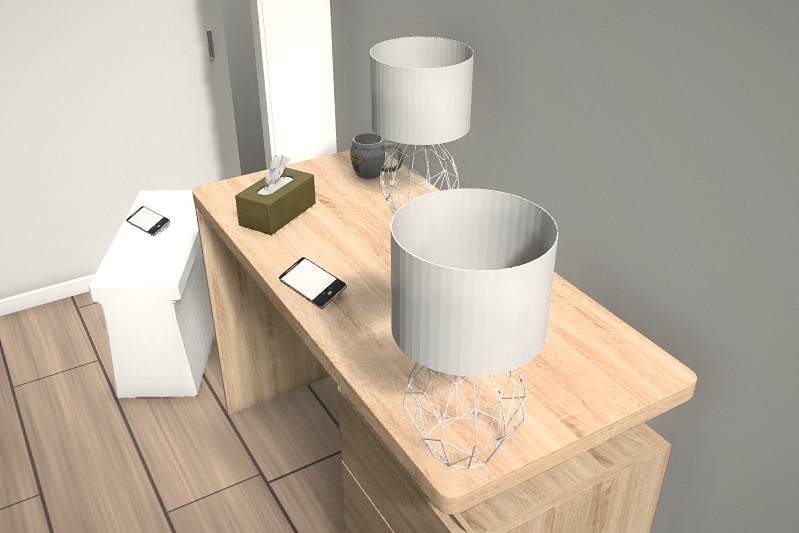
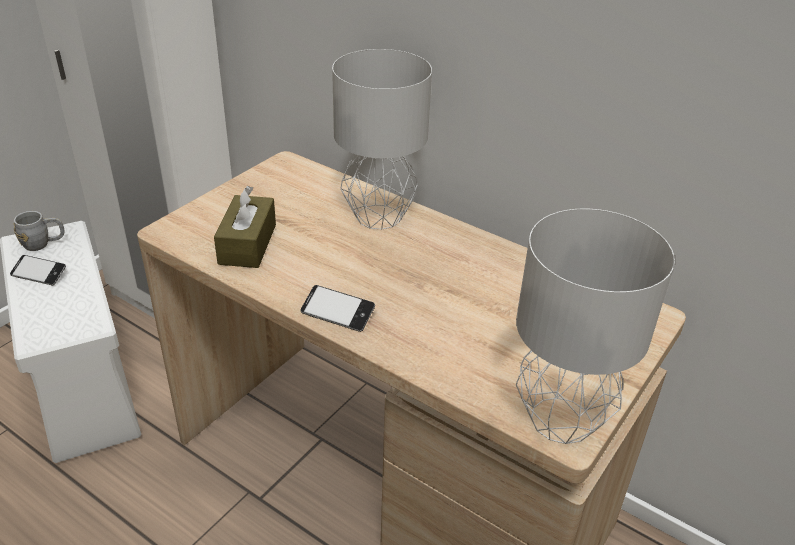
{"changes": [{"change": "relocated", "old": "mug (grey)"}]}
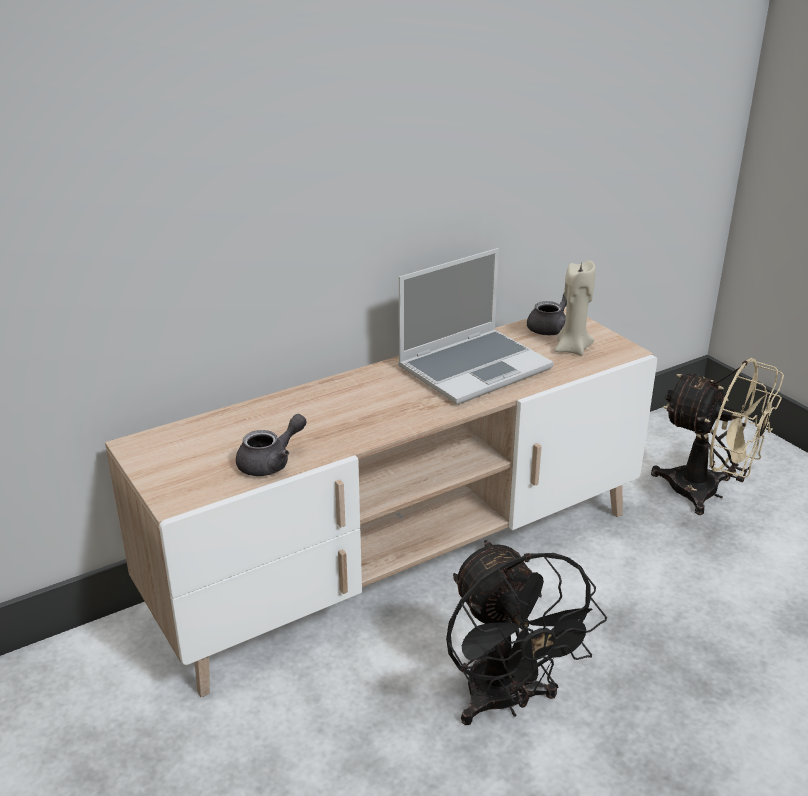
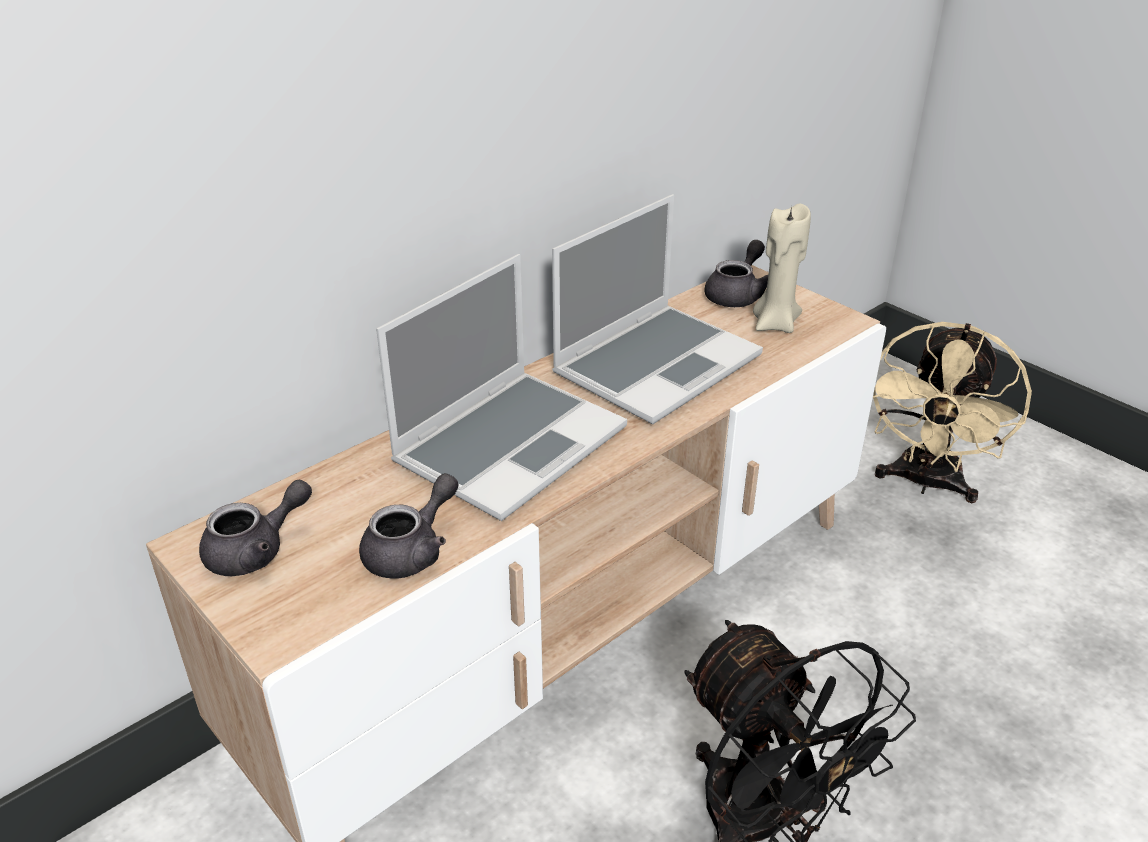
{"changes": [{"change": "appeared", "new": "tea pot (grey) (no. 1 from left)"}, {"change": "appeared", "new": "portable computer (no. 1 from left)"}, {"change": "spun", "old": "electric fan (beige-coloured)", "degrees": 90}]}
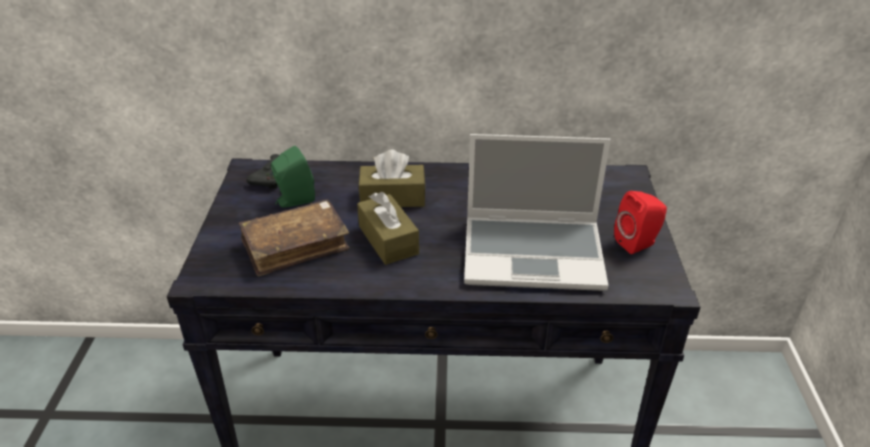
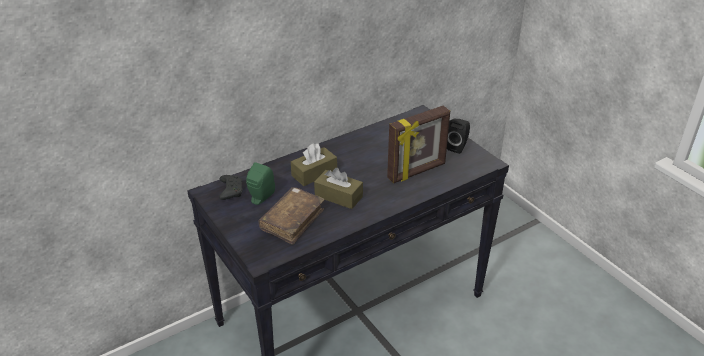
{"changes": [{"change": "exchanged", "old": "portable computer", "new": "photo frame"}, {"change": "colour", "old": "speaker (red-coloured)", "new": "speaker (black)"}]}
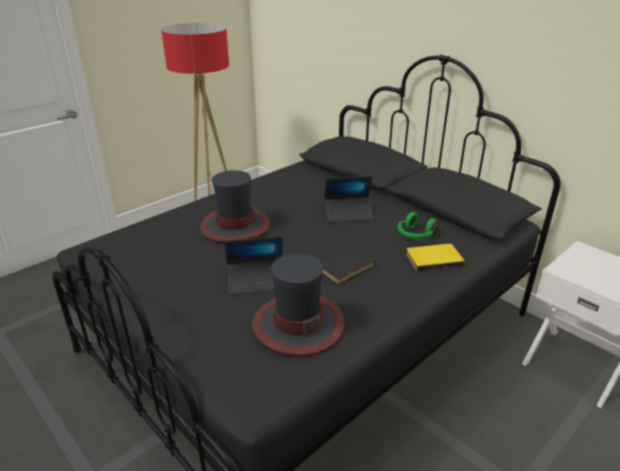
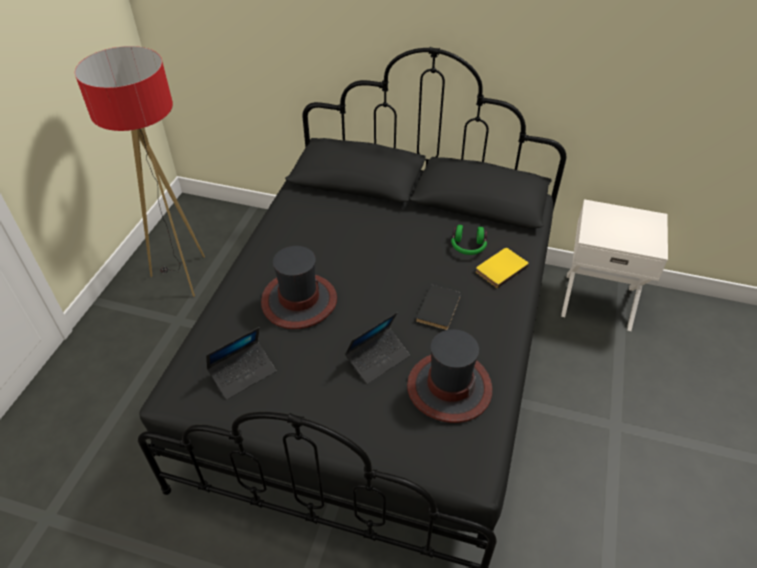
{"changes": [{"change": "relocated", "old": "portable computer (no. 2 from left in the first image)", "new": "portable computer (no. 1 from left)"}]}
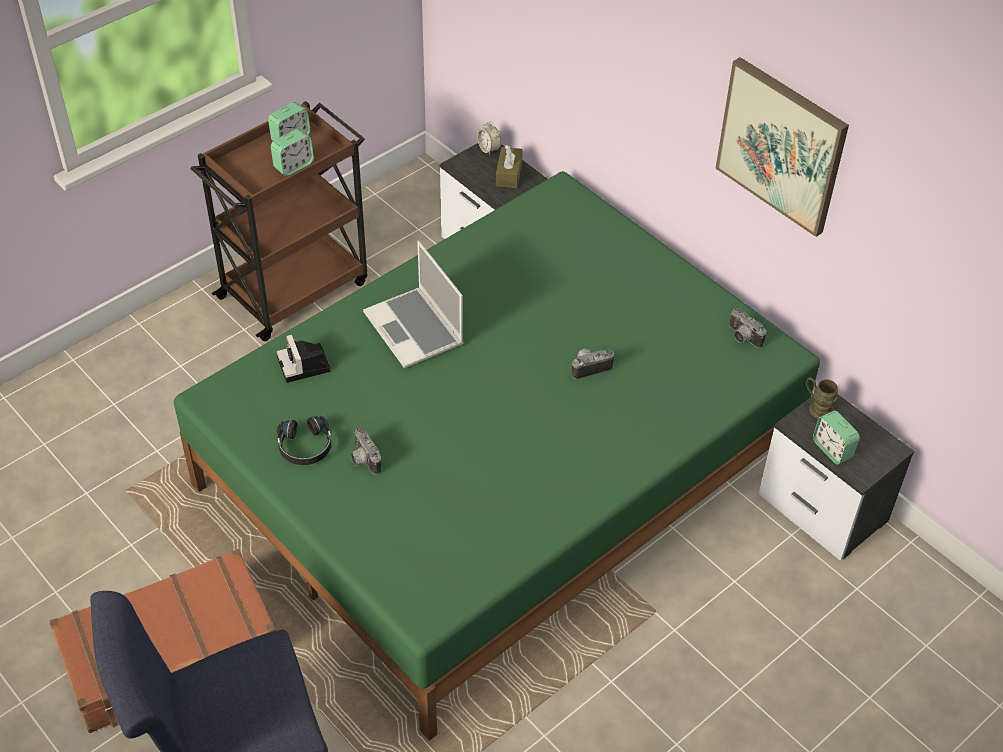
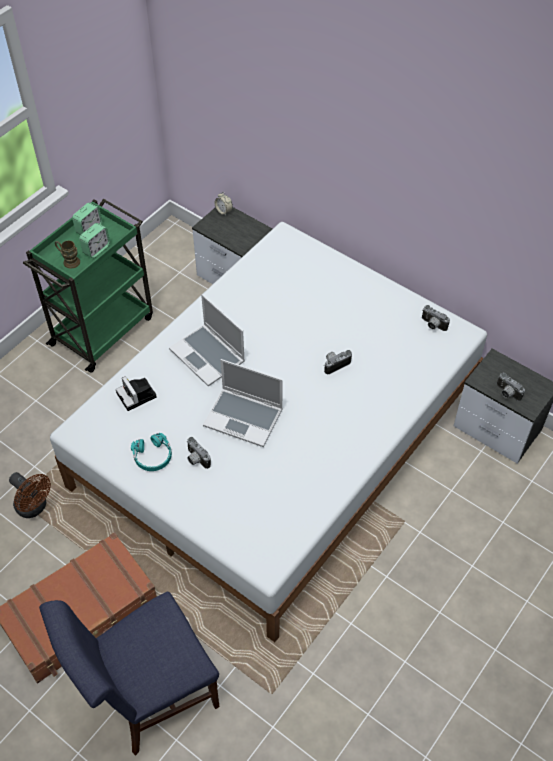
{"changes": [{"change": "appeared", "new": "electric fan (brown)"}, {"change": "colour", "old": "wheeled cart (brown)", "new": "wheeled cart (greenish)"}, {"change": "colour", "old": "bedroom bed (greenish)", "new": "bedroom bed (white)"}, {"change": "relocated", "old": "mug (brown)"}, {"change": "colour", "old": "pair of headphones (black)", "new": "pair of headphones (blue-green)"}, {"change": "appeared", "new": "portable computer (no. 2 from left)"}, {"change": "exchanged", "old": "bedside clock (no. 4 from left)", "new": "photo camera (no. 5 from left)"}, {"change": "missing", "old": "tissue holder (brown)"}, {"change": "missing", "old": "wall picture"}]}
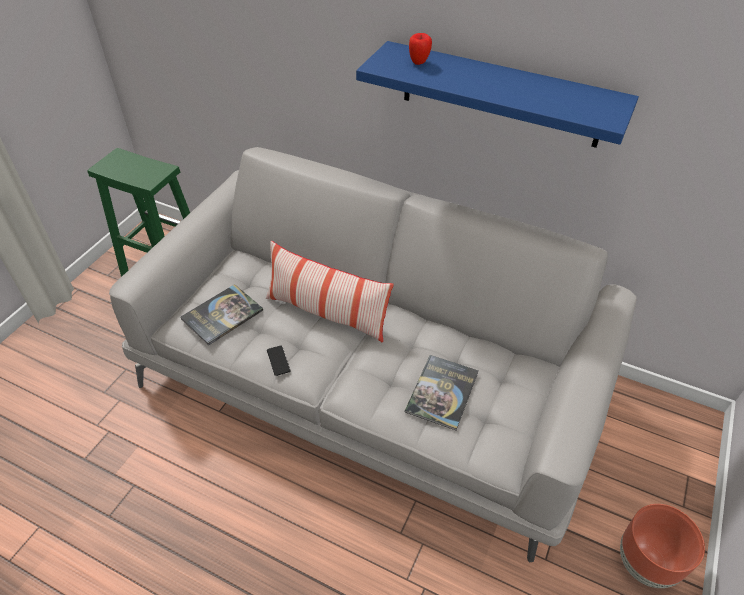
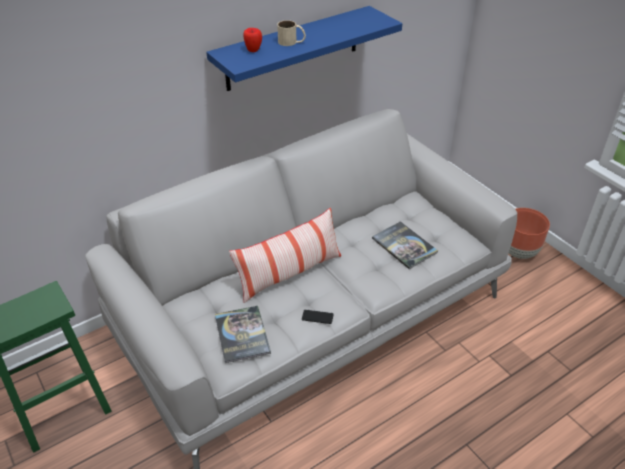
{"changes": [{"change": "appeared", "new": "mug (beige-coloured)"}]}
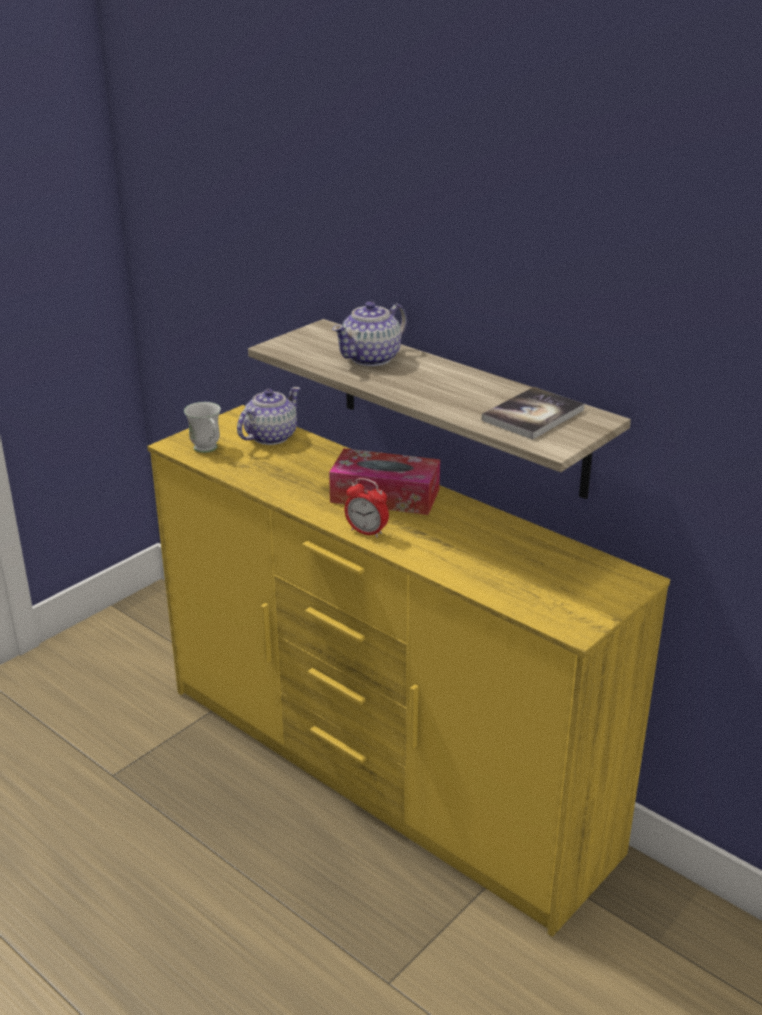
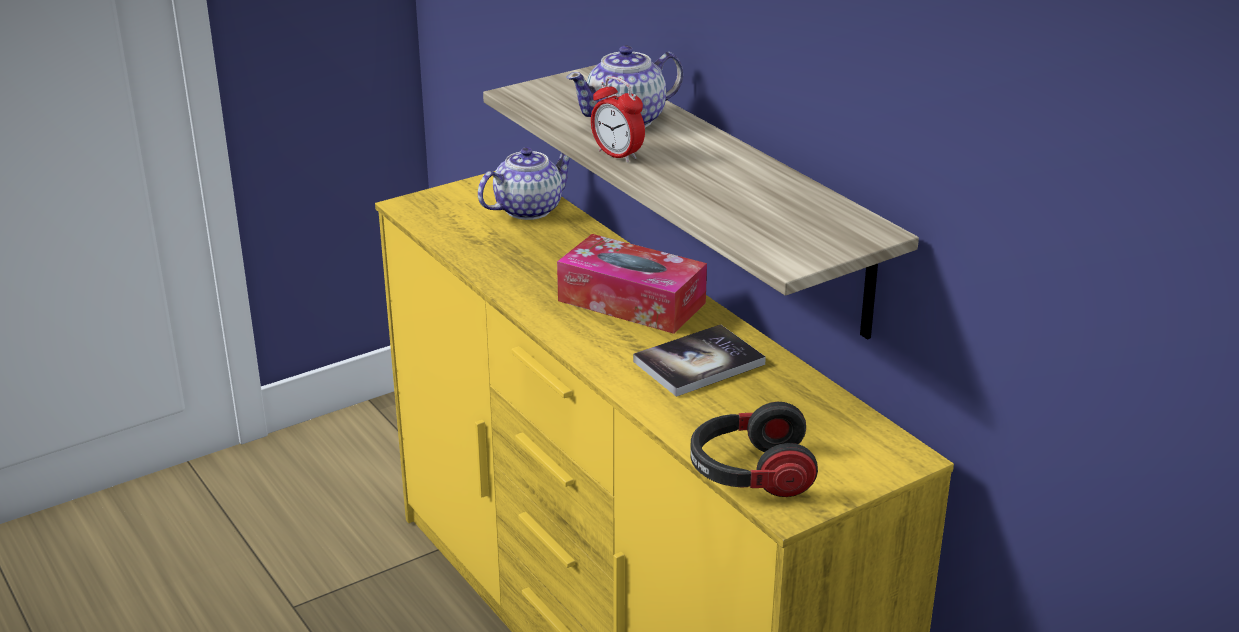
{"changes": [{"change": "relocated", "old": "bedside clock"}, {"change": "relocated", "old": "volume"}, {"change": "appeared", "new": "pair of headphones"}, {"change": "missing", "old": "mug (white)"}]}
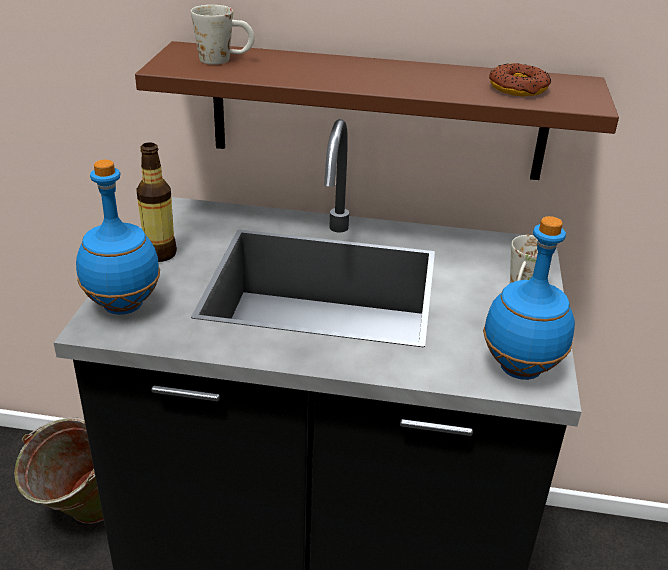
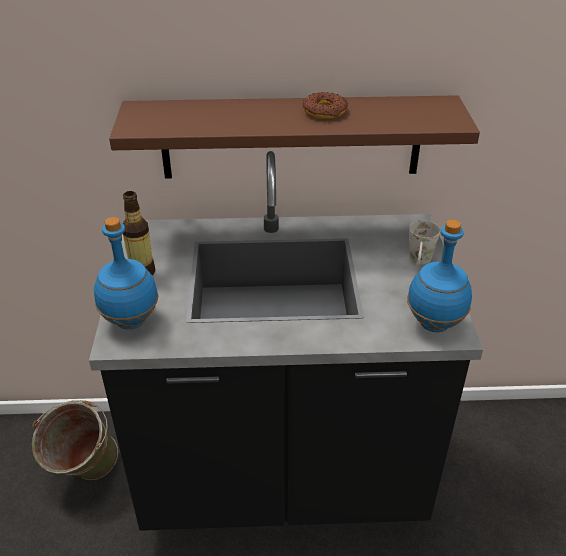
{"changes": [{"change": "relocated", "old": "doughnut"}, {"change": "missing", "old": "mug (white) (no. 1 from left)"}]}
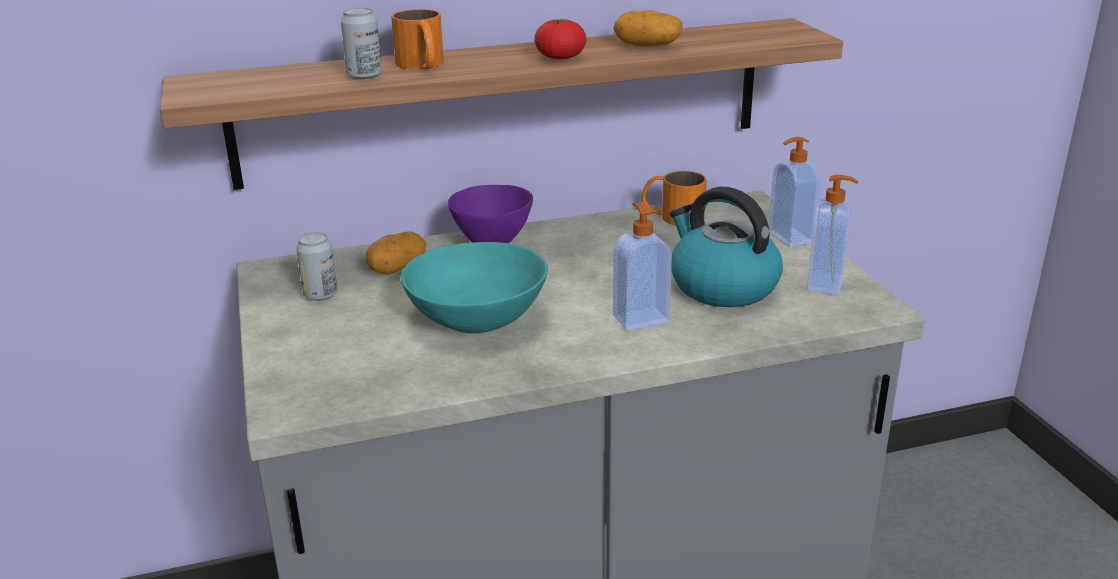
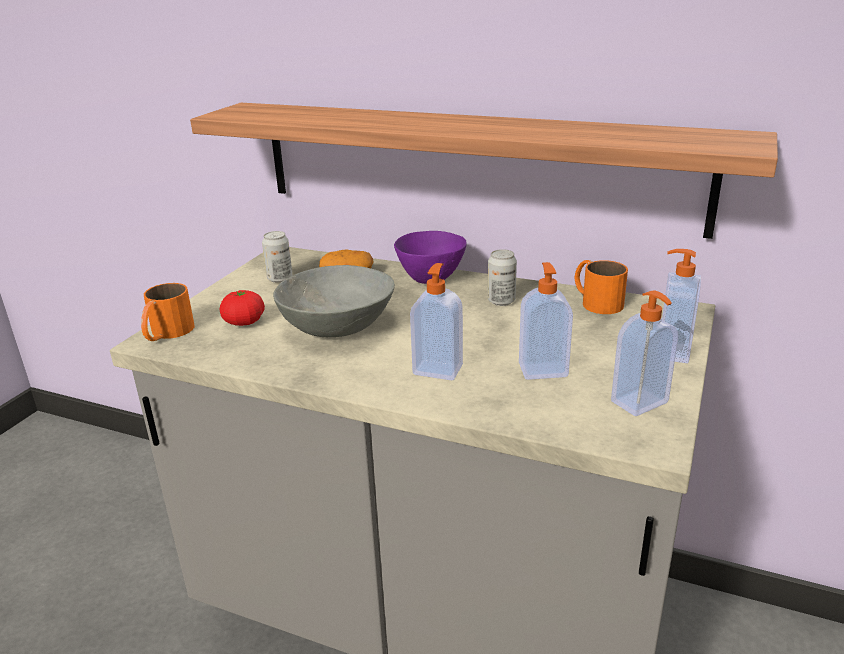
{"changes": [{"change": "relocated", "old": "mug (orange) (no. 1 from left)"}, {"change": "relocated", "old": "fresh tomato"}, {"change": "colour", "old": "bowl (blue-green)", "new": "bowl (grey)"}, {"change": "relocated", "old": "metal can (no. 2 from left)"}, {"change": "exchanged", "old": "tea kettle", "new": "soap dispenser (no. 2 from left)"}, {"change": "missing", "old": "whole potato (no. 2 from left)"}]}
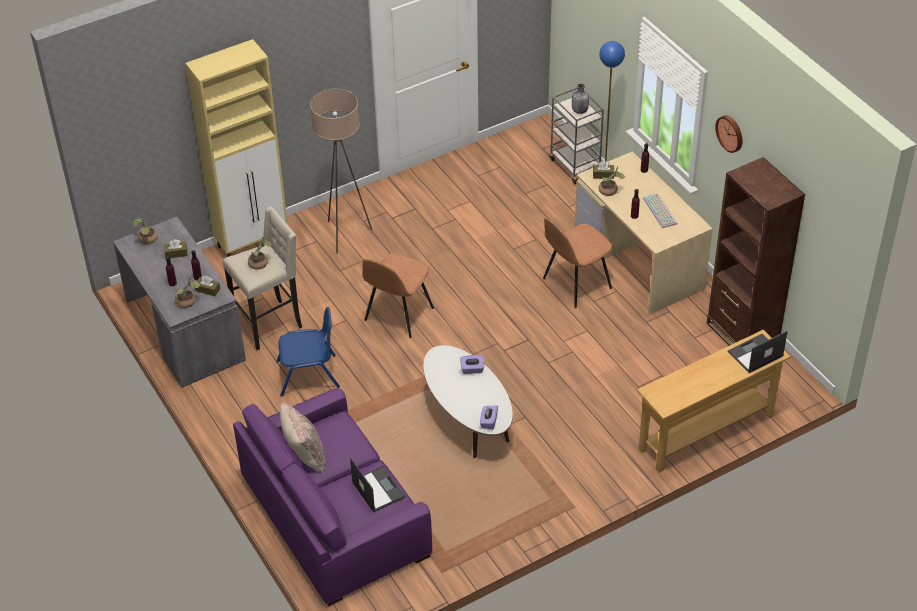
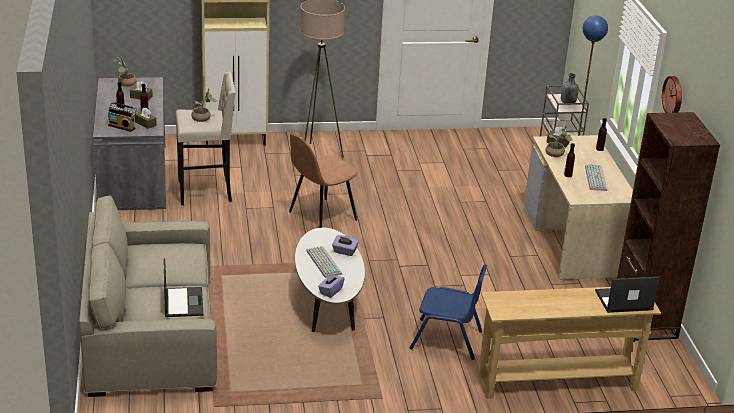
{"changes": [{"change": "colour", "old": "settee (purple)", "new": "settee (beige-coloured)"}, {"change": "exchanged", "old": "houseplant (no. 2 from left)", "new": "radio set"}, {"change": "appeared", "new": "PC keyboard (no. 1 from left)"}, {"change": "relocated", "old": "upright chair (blue)"}, {"change": "missing", "old": "pillow (beige-coloured)"}, {"change": "missing", "old": "upright chair (brown) (no. 2 from left)"}]}
